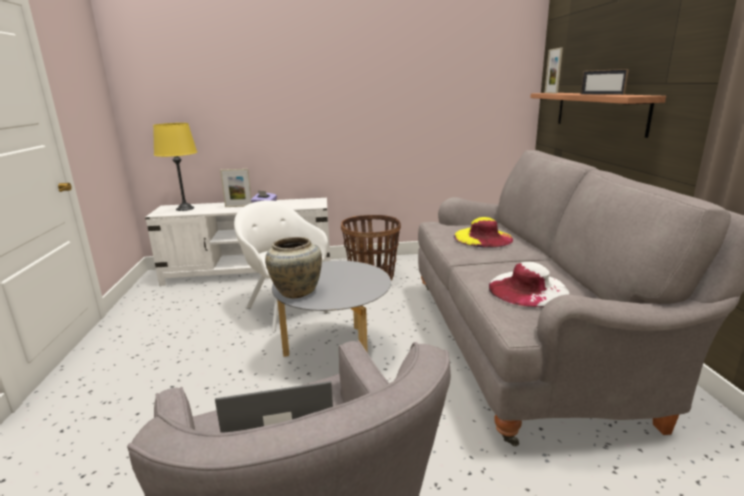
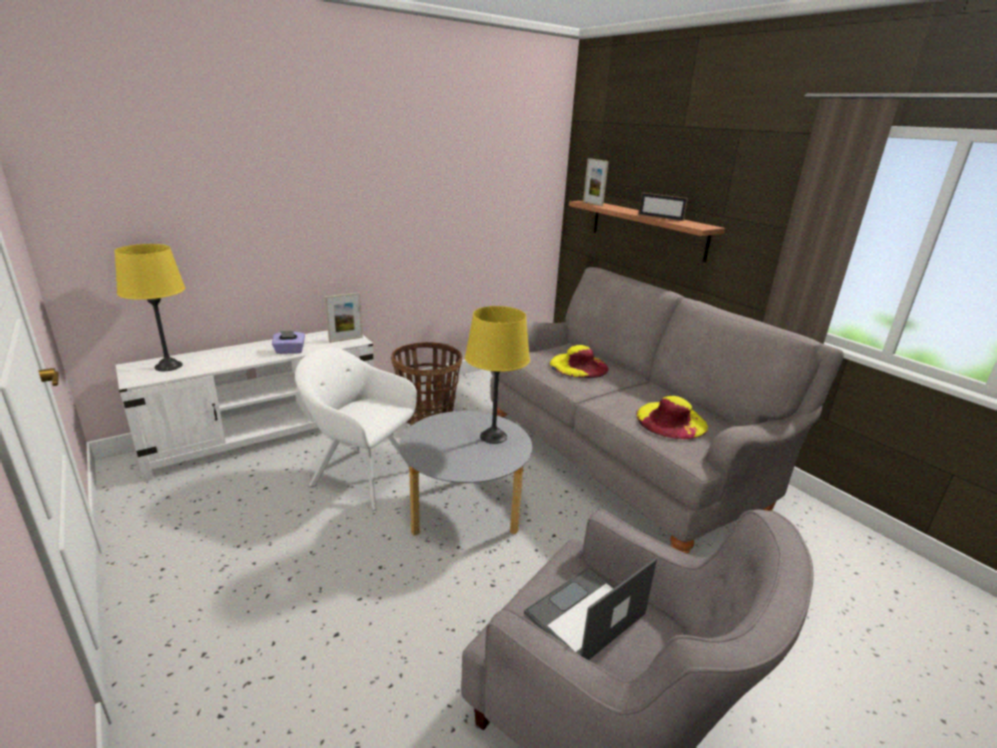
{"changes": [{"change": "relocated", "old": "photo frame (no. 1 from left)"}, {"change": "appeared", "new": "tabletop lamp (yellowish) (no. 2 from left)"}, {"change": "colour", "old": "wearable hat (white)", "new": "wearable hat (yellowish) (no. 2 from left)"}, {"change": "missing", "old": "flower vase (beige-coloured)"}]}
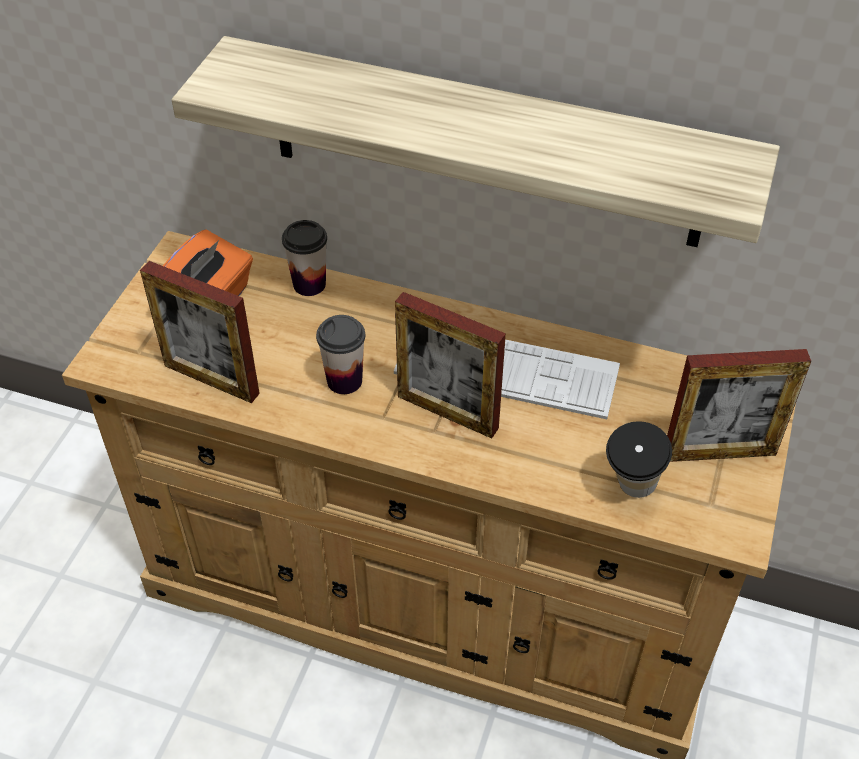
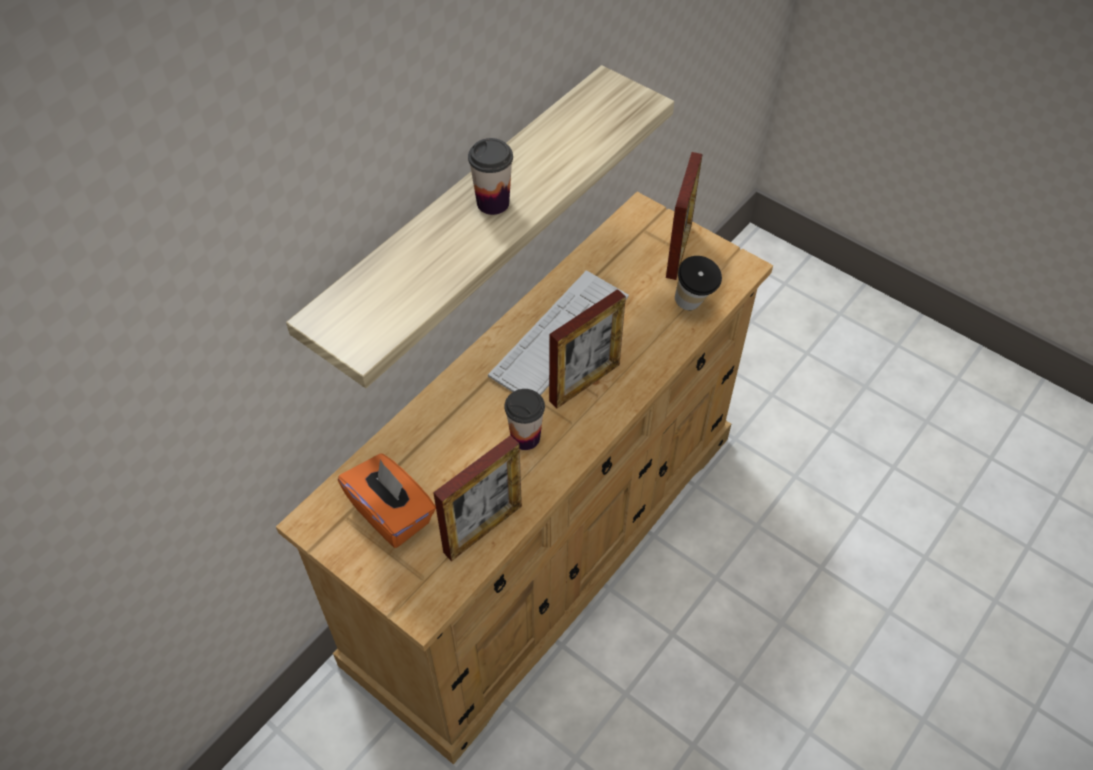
{"changes": [{"change": "relocated", "old": "small cup (no. 1 from left)"}]}
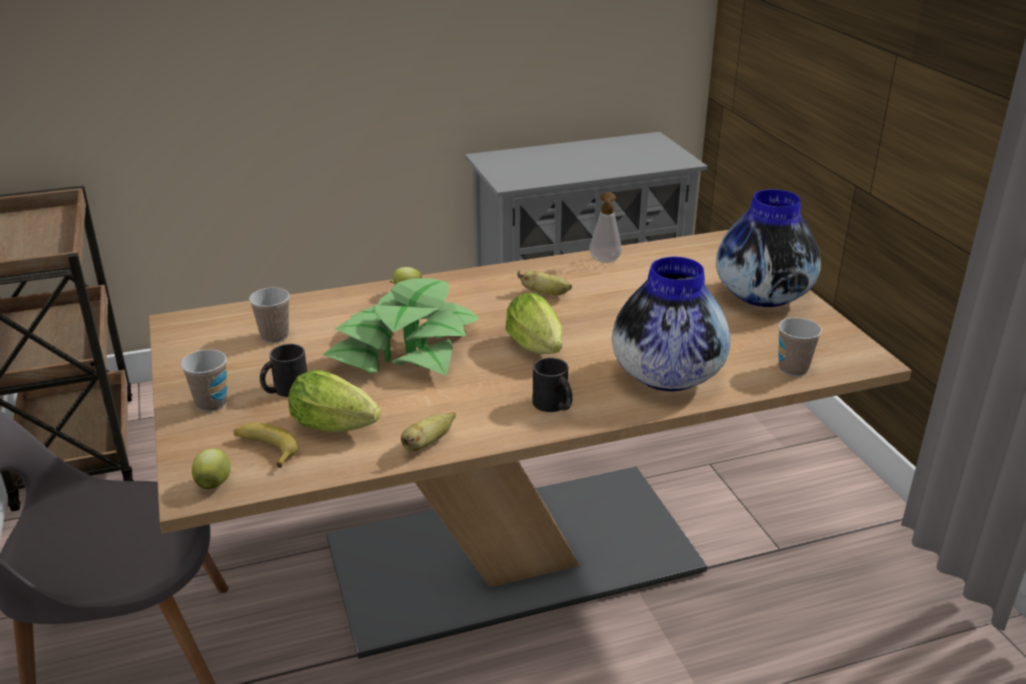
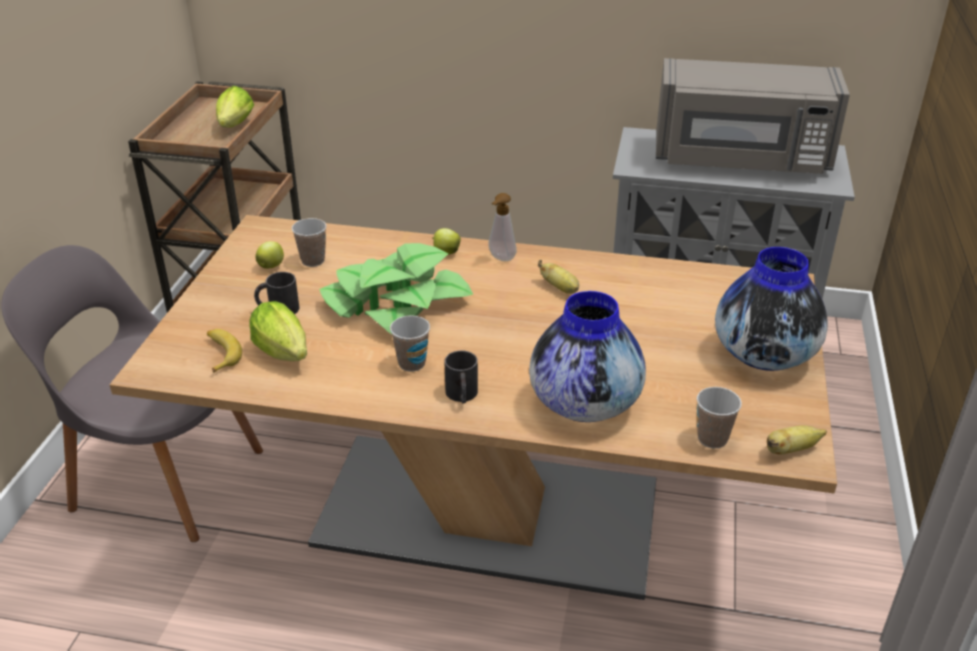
{"changes": [{"change": "relocated", "old": "head of lettuce (no. 2 from left in the first image)", "new": "head of lettuce (no. 1 from left)"}, {"change": "relocated", "old": "whole apple (no. 1 from left)"}, {"change": "relocated", "old": "small cup (no. 1 from left in the first image)", "new": "small cup (no. 2 from left)"}, {"change": "relocated", "old": "soap dispenser"}, {"change": "appeared", "new": "kitchen microwave (grey)"}, {"change": "relocated", "old": "whole banana (no. 2 from left in the first image)", "new": "whole banana (no. 3 from left)"}]}
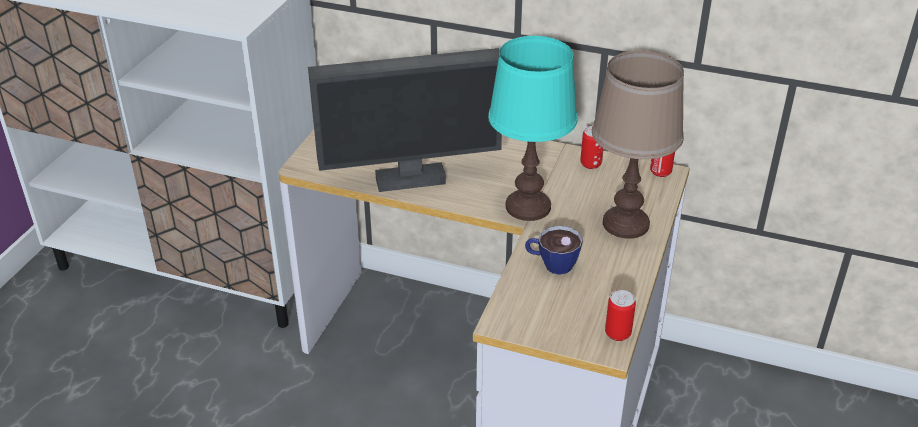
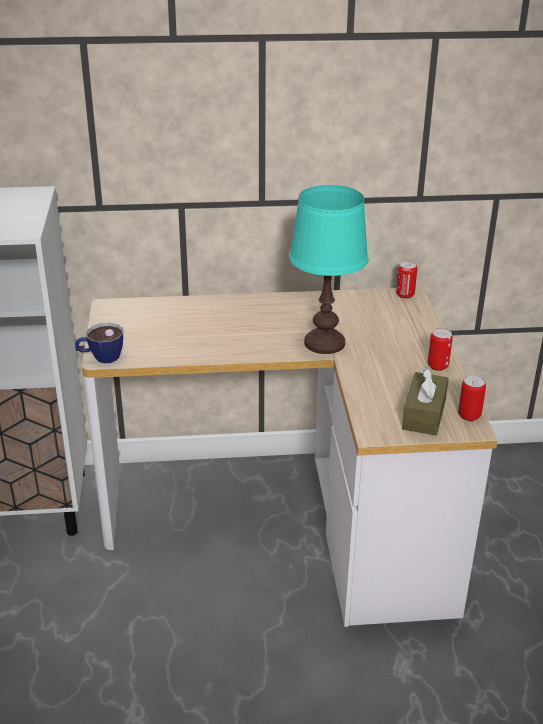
{"changes": [{"change": "relocated", "old": "small cup"}, {"change": "appeared", "new": "tissue holder (brown)"}, {"change": "relocated", "old": "metal can (no. 1 from left in the first image)", "new": "metal can (no. 2 from left)"}, {"change": "missing", "old": "monitor"}, {"change": "missing", "old": "tabletop lamp (brown)"}]}
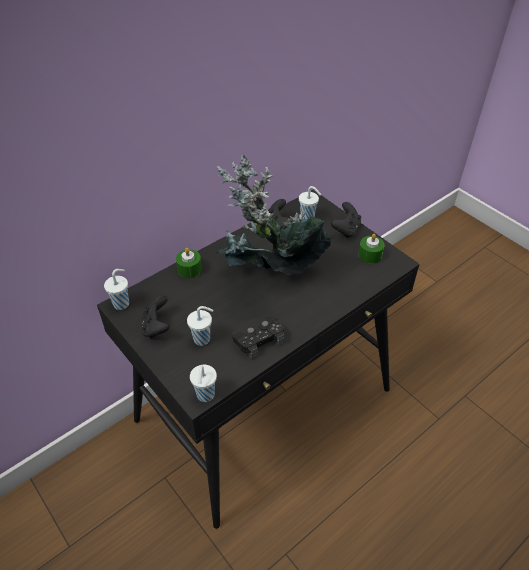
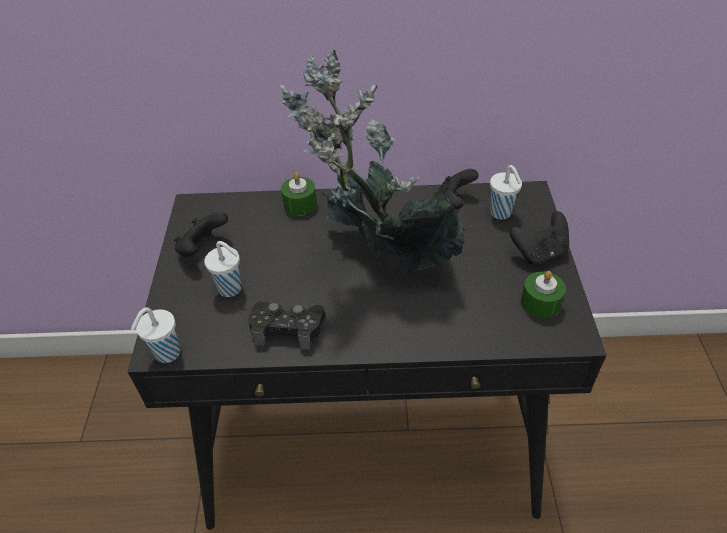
{"changes": [{"change": "missing", "old": "small cup (white) (no. 1 from left)"}]}
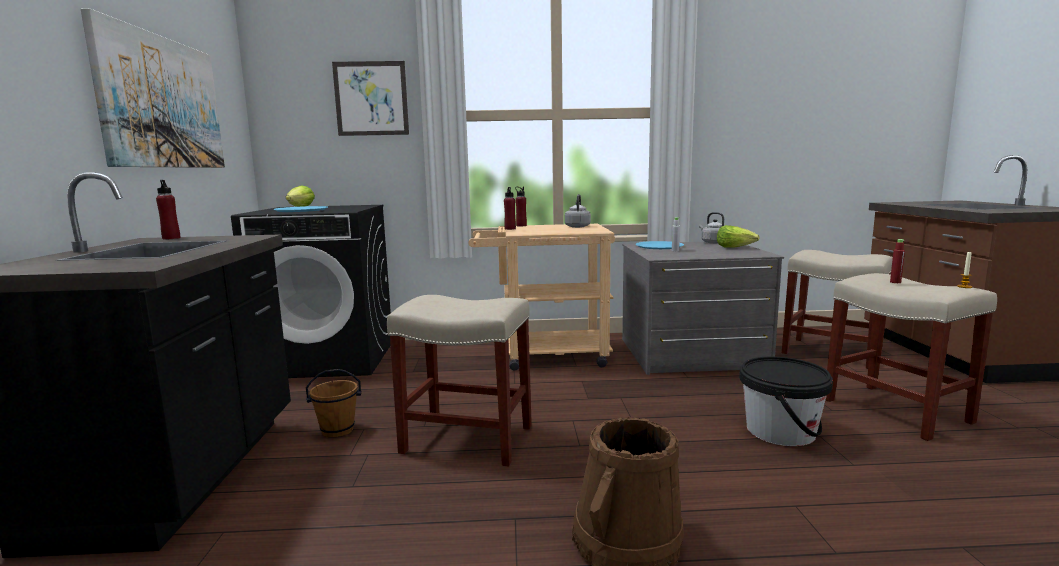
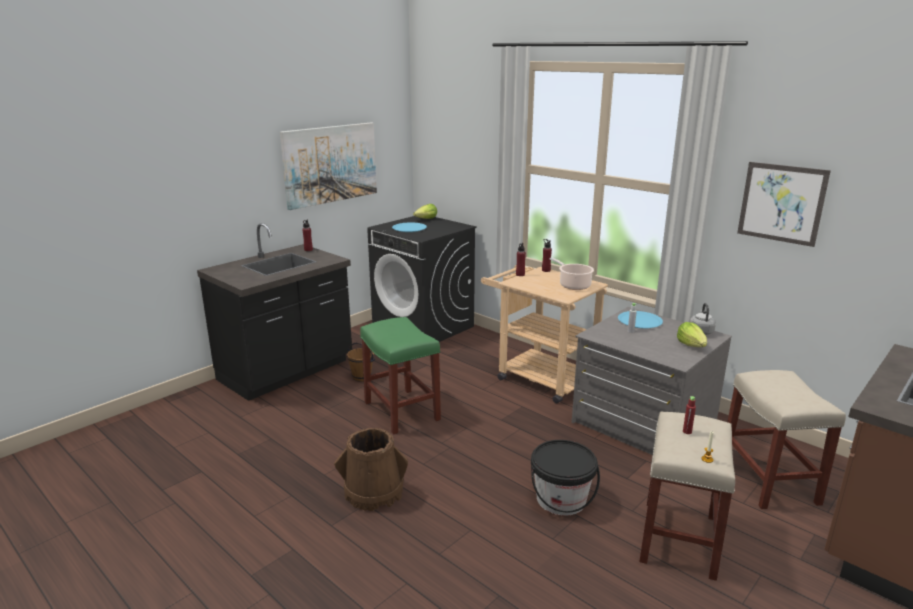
{"changes": [{"change": "colour", "old": "stool (beige-coloured) (no. 1 from left)", "new": "stool (greenish)"}, {"change": "exchanged", "old": "tea kettle (grey) (no. 1 from left)", "new": "stockpot"}, {"change": "relocated", "old": "wall picture (no. 2 from left)"}]}
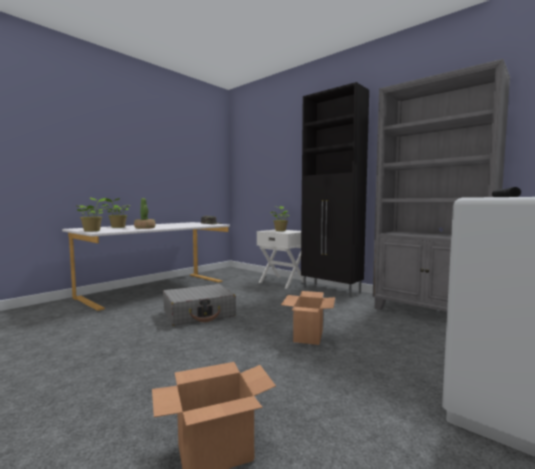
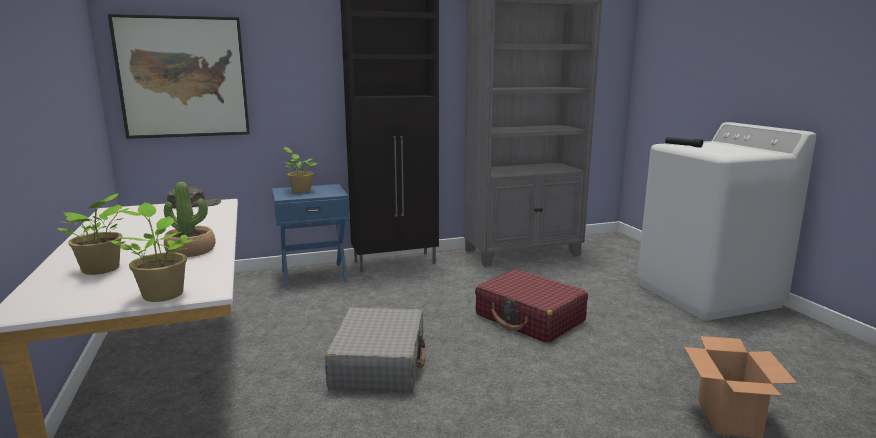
{"changes": [{"change": "appeared", "new": "wall picture"}, {"change": "colour", "old": "bedside table (white)", "new": "bedside table (blue)"}, {"change": "exchanged", "old": "carton (no. 2 from left)", "new": "suitcase (red-coloured)"}]}
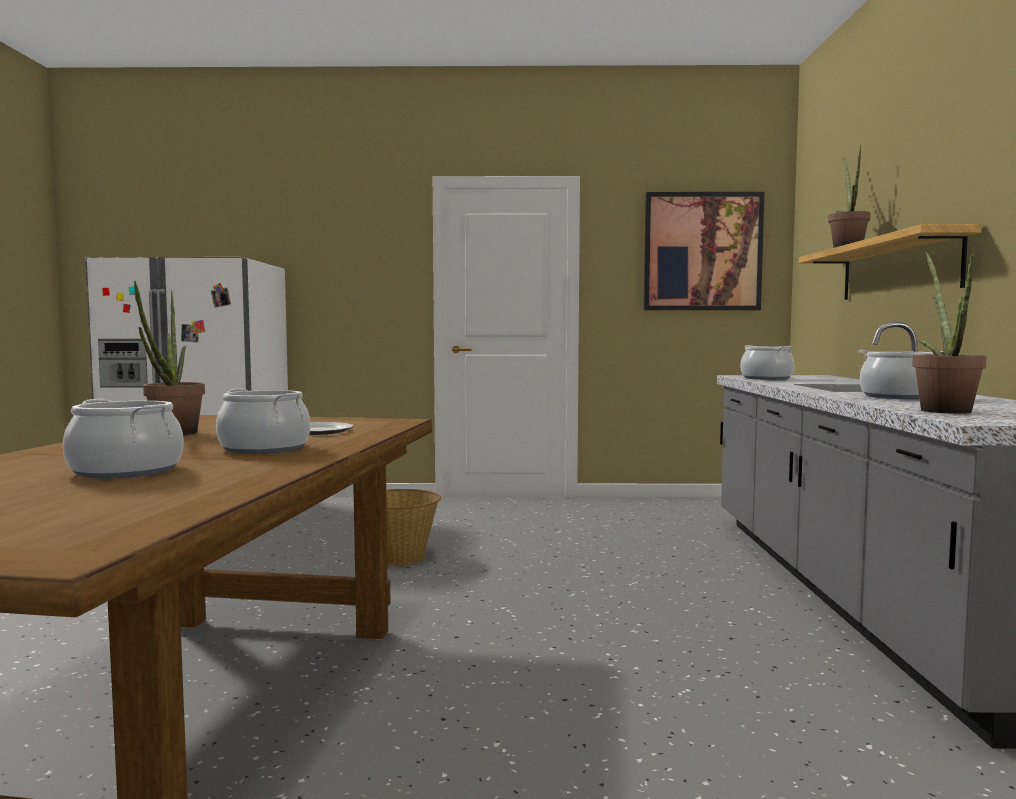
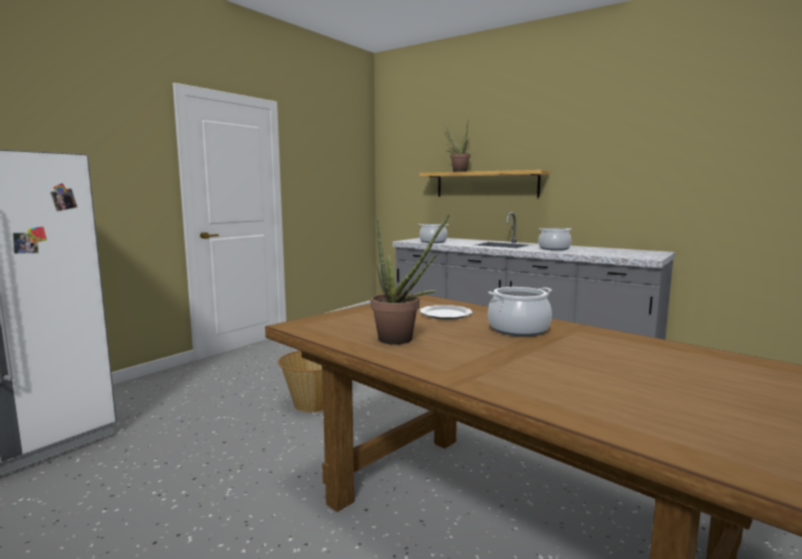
{"changes": [{"change": "missing", "old": "stockpot (no. 1 from left)"}, {"change": "missing", "old": "wall picture"}, {"change": "missing", "old": "houseplant (no. 3 from left)"}]}
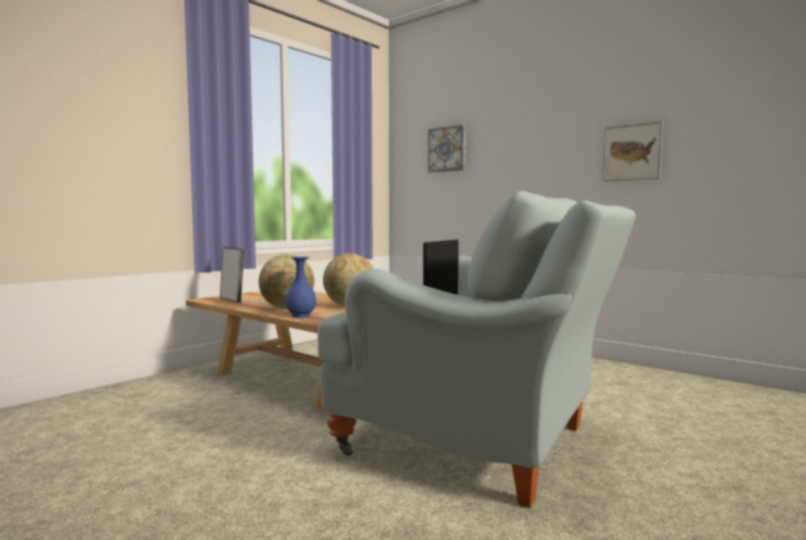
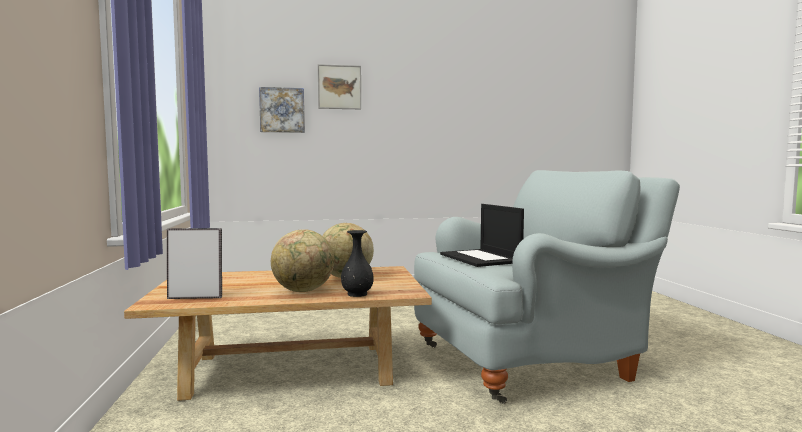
{"changes": [{"change": "relocated", "old": "wall picture (no. 2 from left)"}, {"change": "colour", "old": "flower vase (blue)", "new": "flower vase (black)"}]}
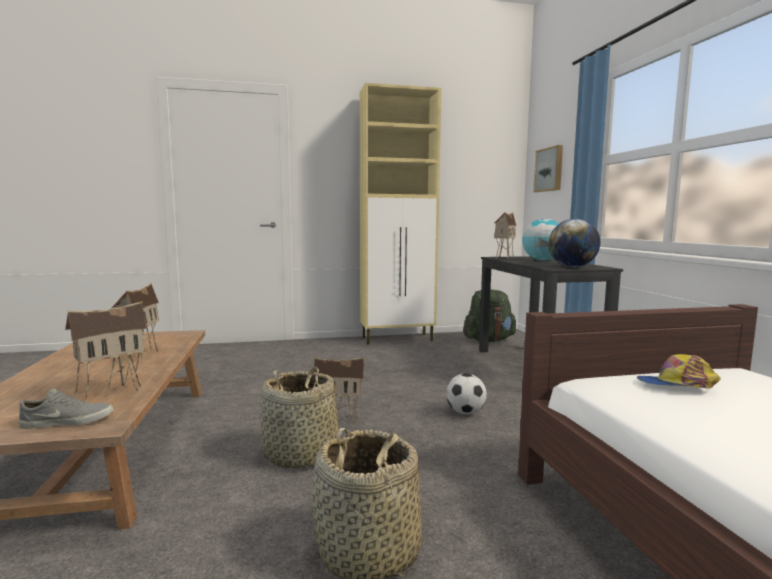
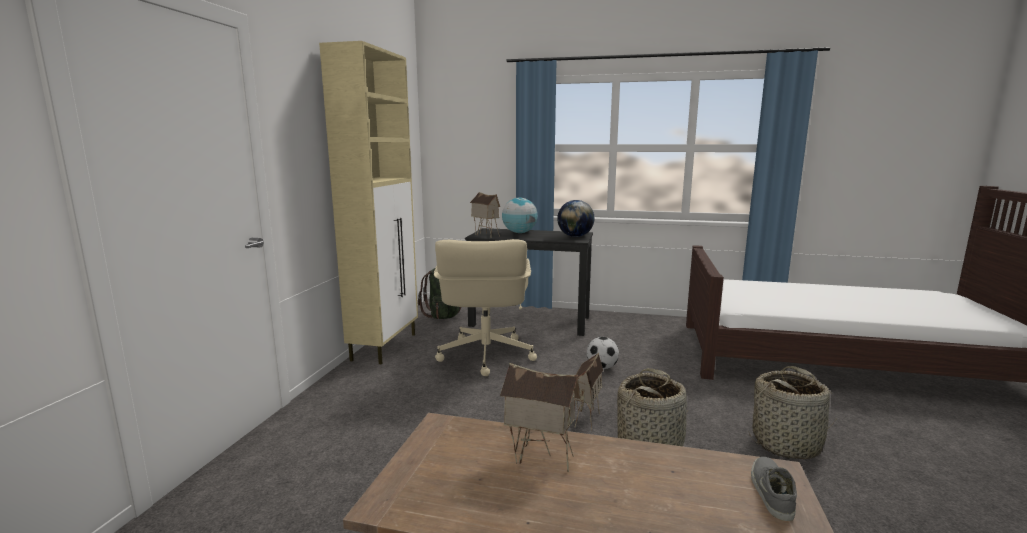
{"changes": [{"change": "appeared", "new": "office chair (beige-coloured)"}, {"change": "missing", "old": "toy house (no. 1 from left)"}, {"change": "missing", "old": "wall picture"}, {"change": "missing", "old": "cap"}]}
